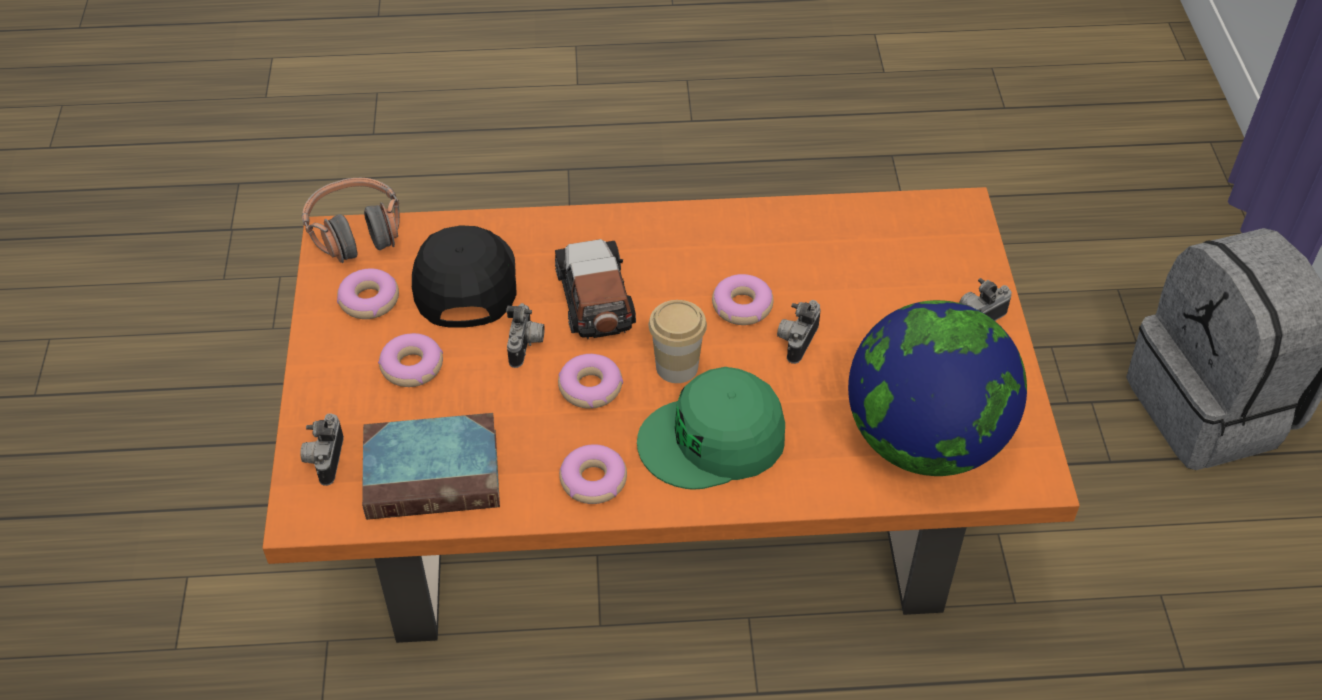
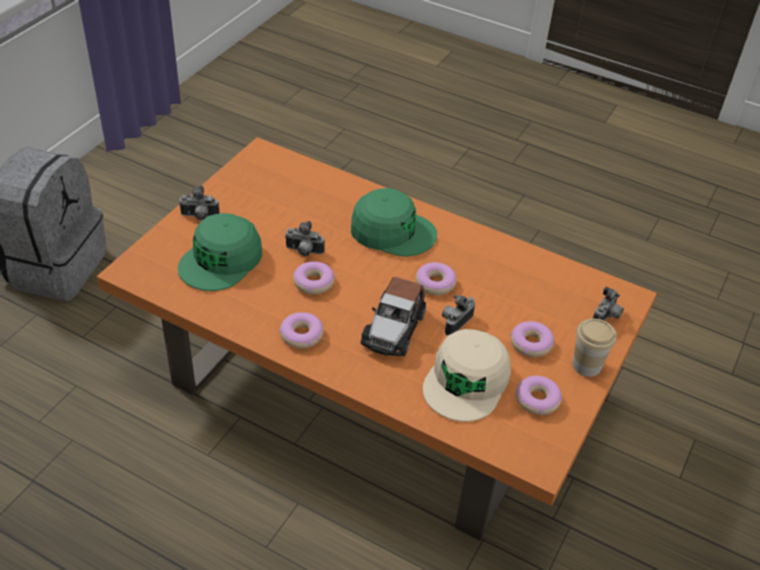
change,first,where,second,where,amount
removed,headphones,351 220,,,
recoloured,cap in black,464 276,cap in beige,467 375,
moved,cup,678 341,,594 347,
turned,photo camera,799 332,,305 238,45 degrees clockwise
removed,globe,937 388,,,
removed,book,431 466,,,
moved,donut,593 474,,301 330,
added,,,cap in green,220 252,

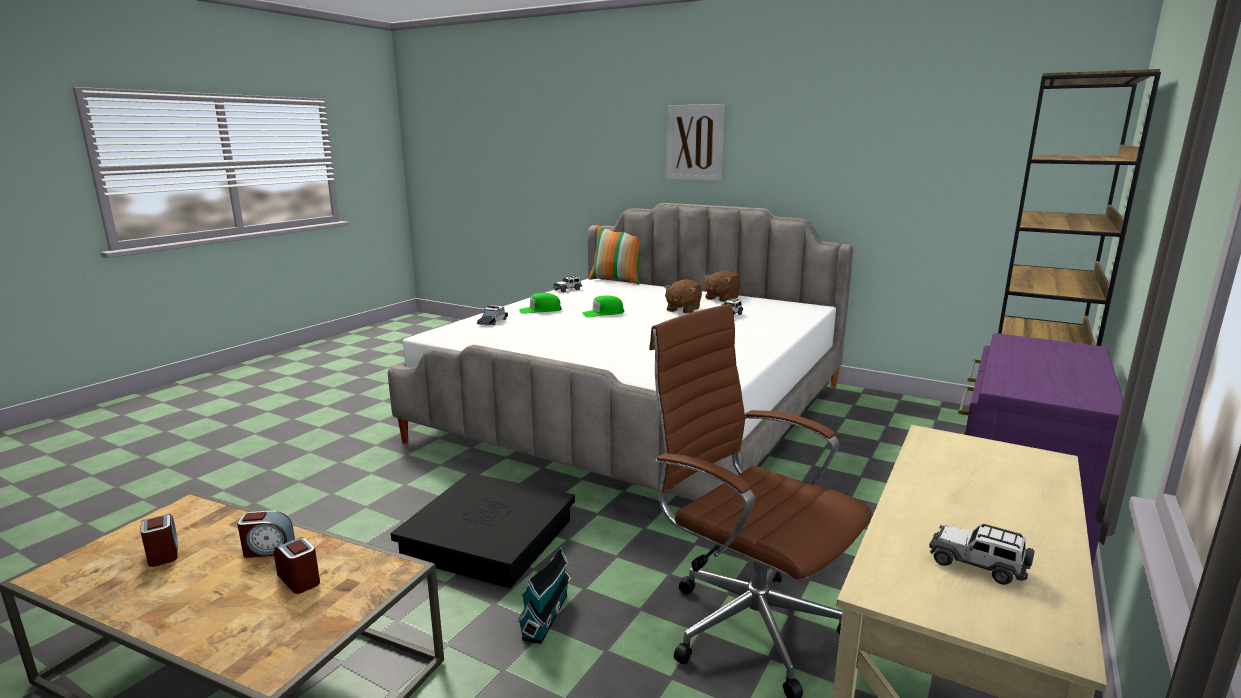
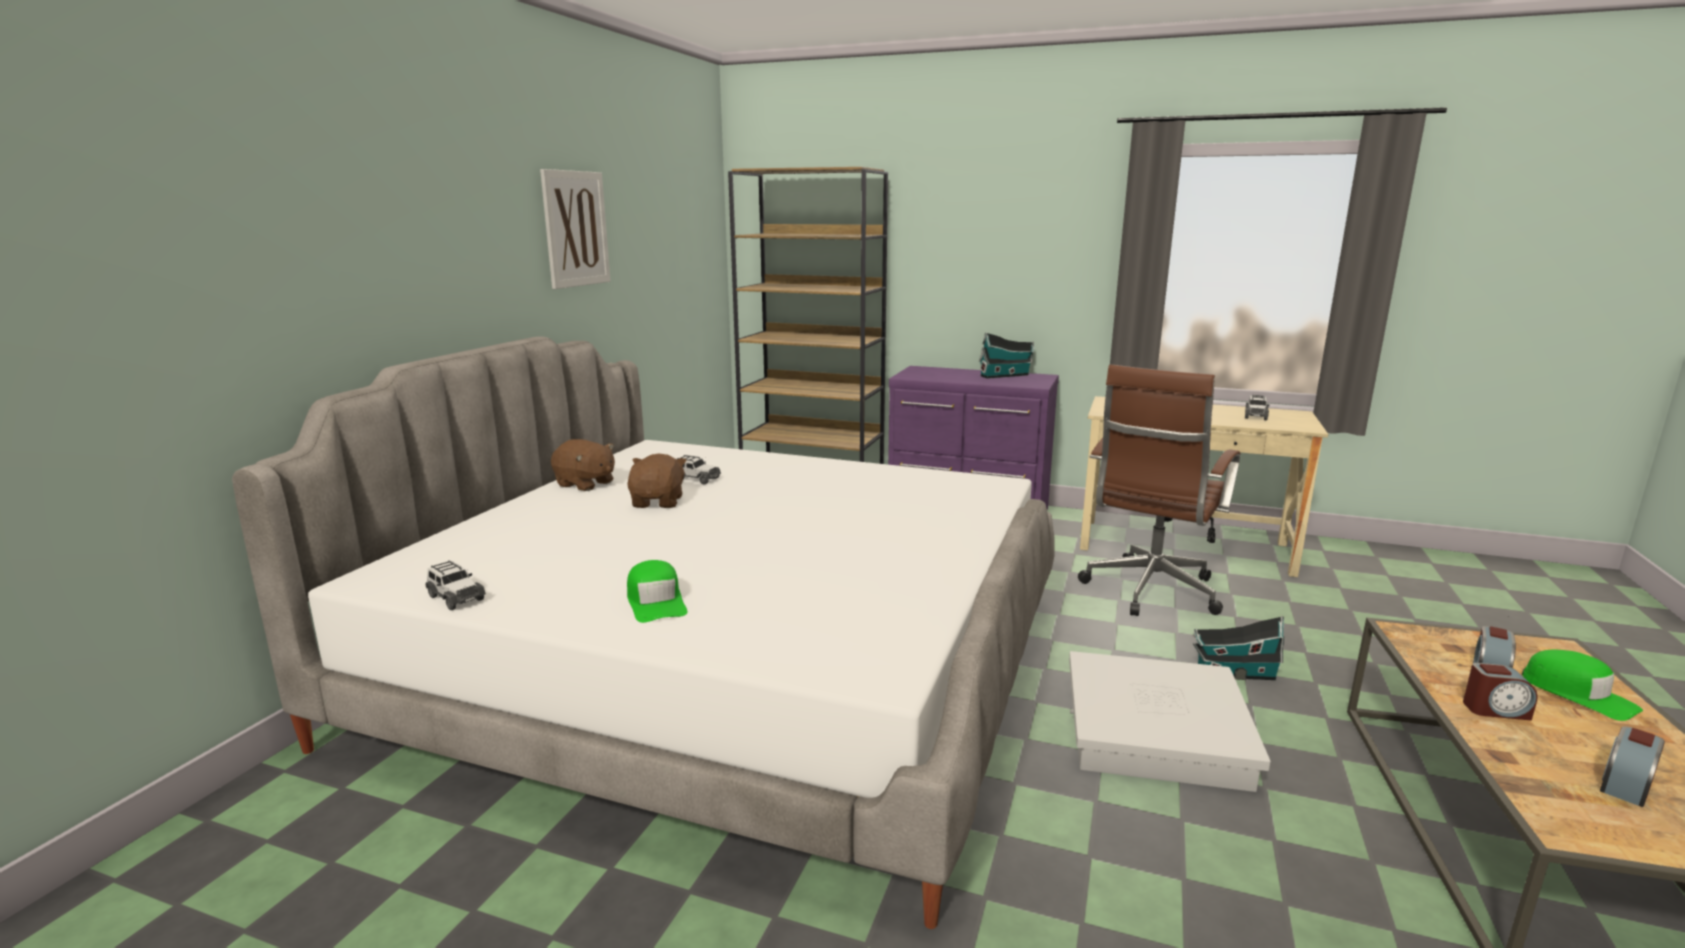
change,first,where,second,where,amount
moved,picture,695 142,,575 229,
removed,pillow,615 254,,,
turned,plush toy in brown,683 296,,657 481,105 degrees counterclockwise
moved,cap in green,603 306,,1582 685,
removed,toy car,492 315,,,
recoloured,storage box in black,483 530,storage box in white,1170 721,
turned,alarm clock,266 534,,1500 692,120 degrees clockwise
added,,,toy house,1006 355,

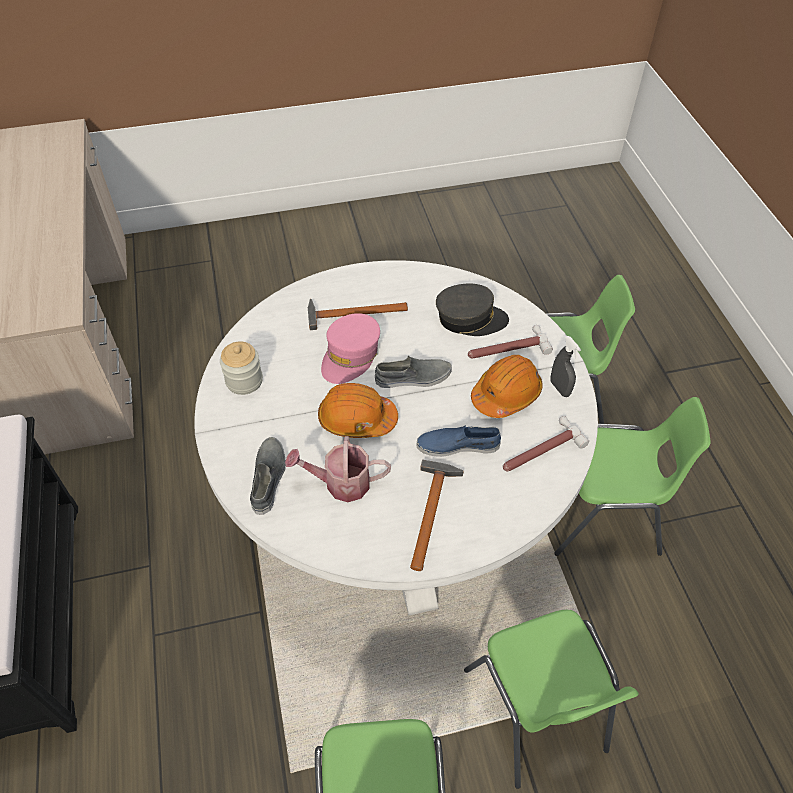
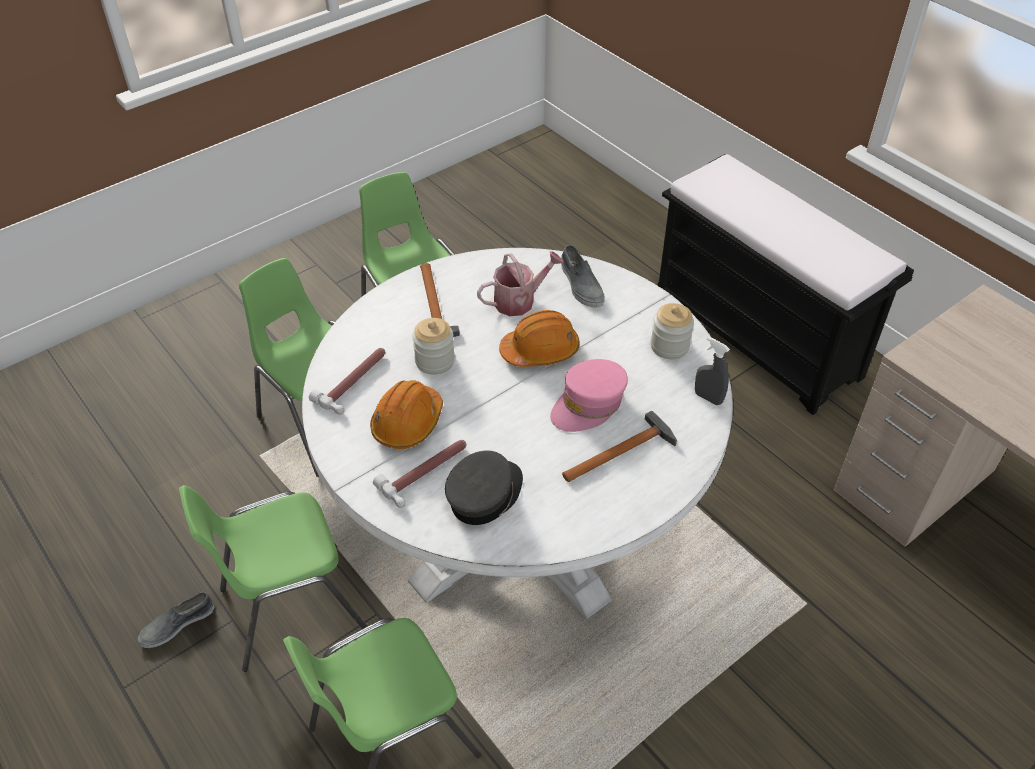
change,first,where,second,where,amount
turned,cap in grey,472 310,,484 488,150 degrees clockwise
turned,cap in pink,350 348,,589 395,135 degrees counterclockwise
moved,spray bottle in grey,566 366,,712 371,
moved,shoe in grey,413 372,,176 620,
replaced,shoe in blue,459 441,jar,433 346,

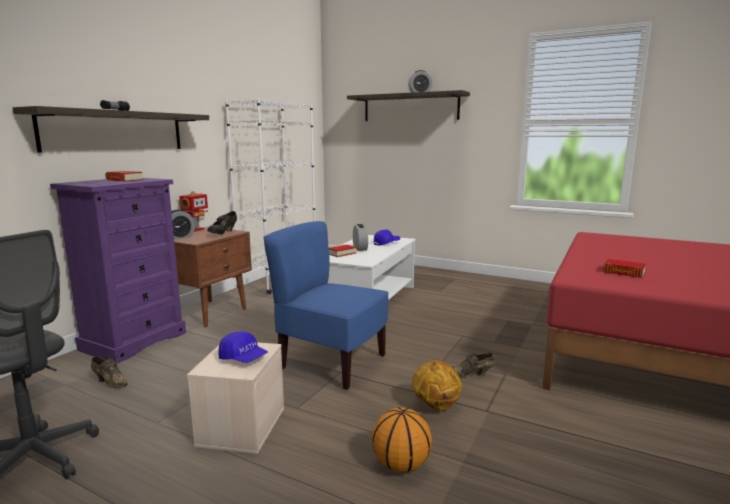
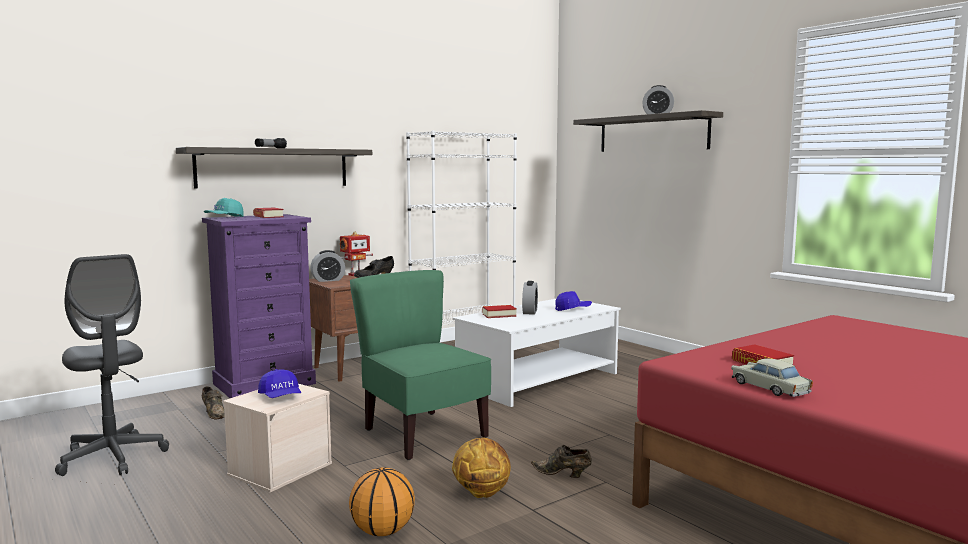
change,first,where,second,where,amount
recoloured,chair in blue,326 305,chair in green,420 365,
added,,,cap in turquoise,224 207,
added,,,toy car in beige,772 377,

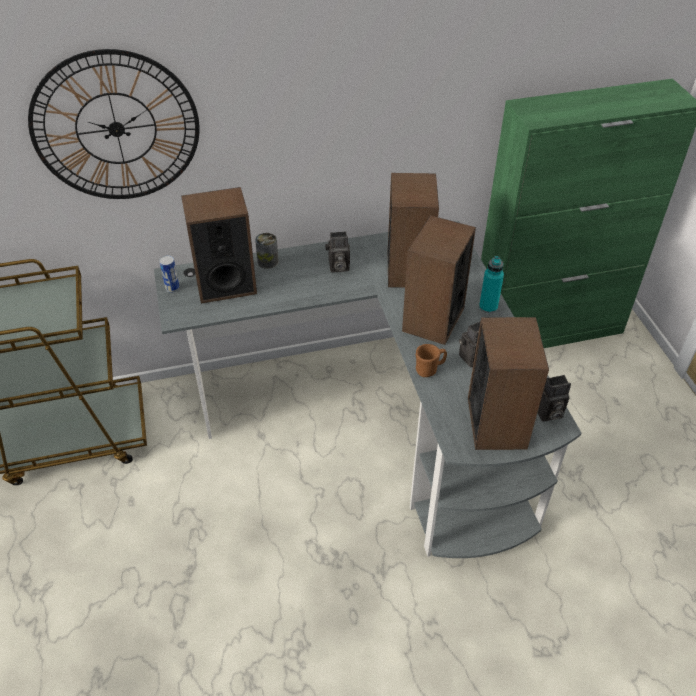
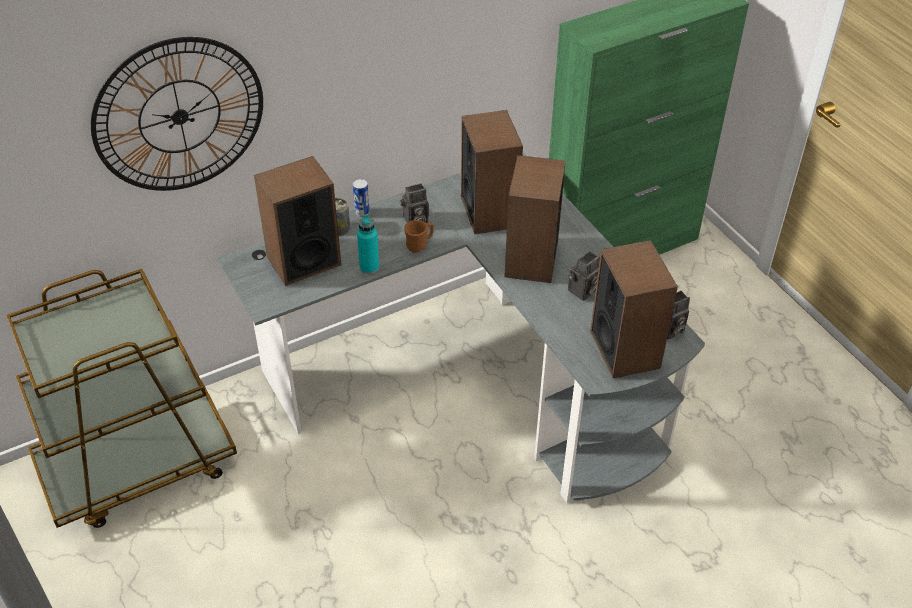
change,first,where,second,where,amount
moved,can,169 274,,361 198,
moved,bottle in turquoise,491 284,,368 244,
moved,mug in brown,431 360,,419 236,

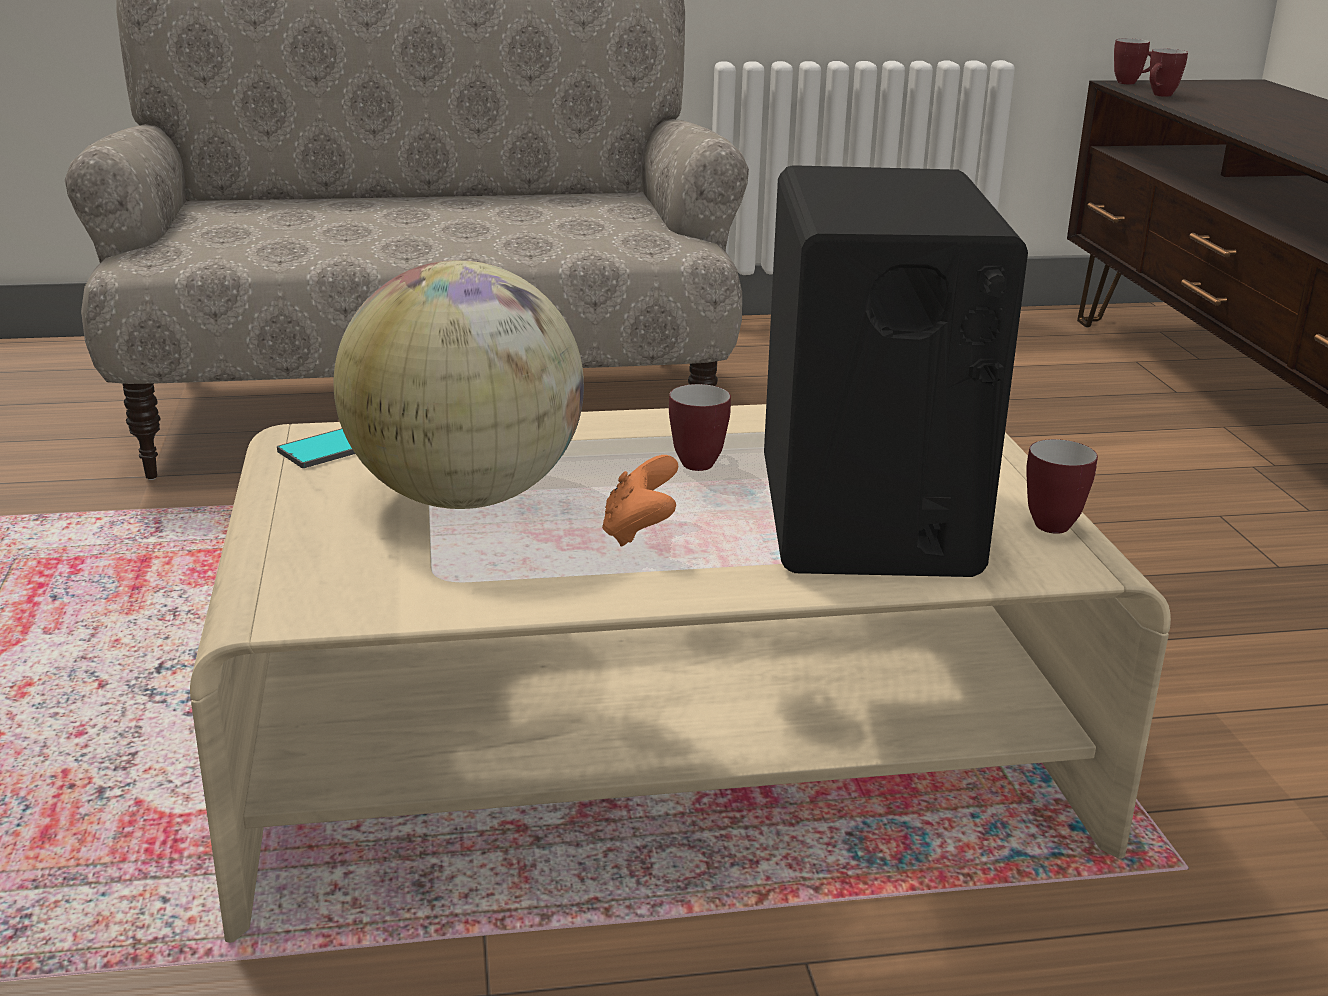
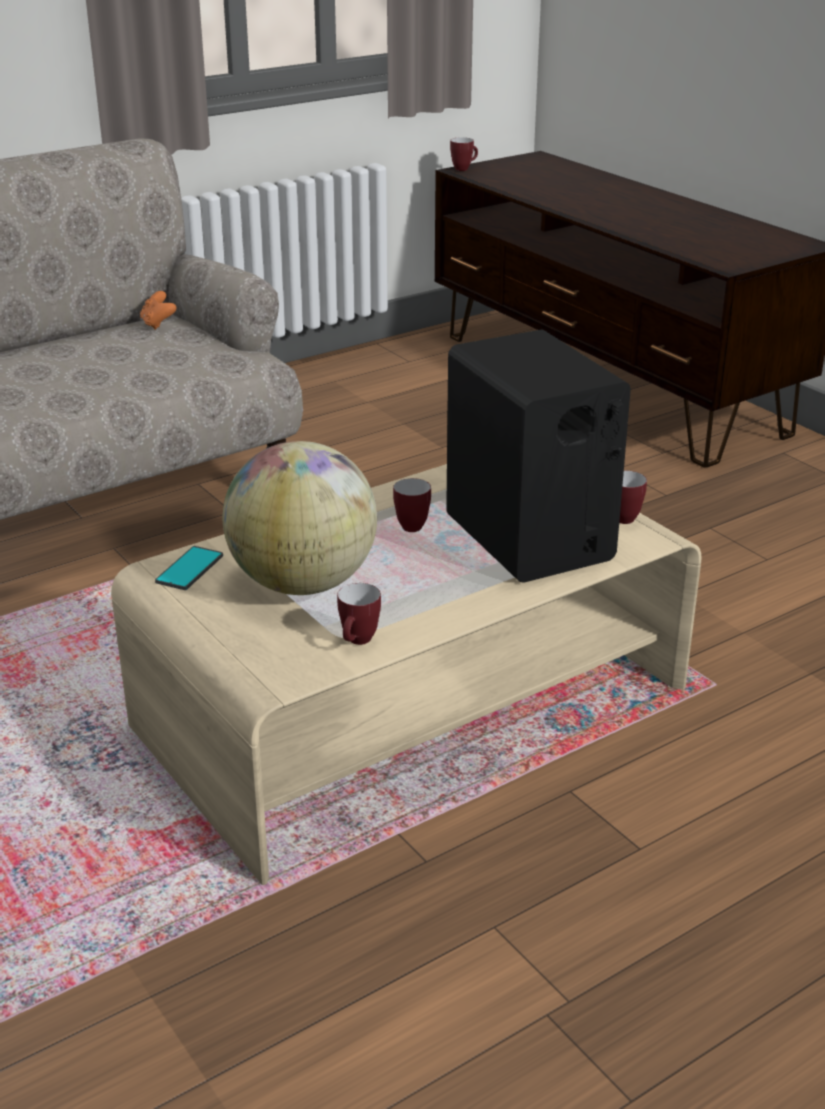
change,first,where,second,where,amount
moved,mug,1169 73,,359 614,
moved,game controller in orange,640 501,,158 310,

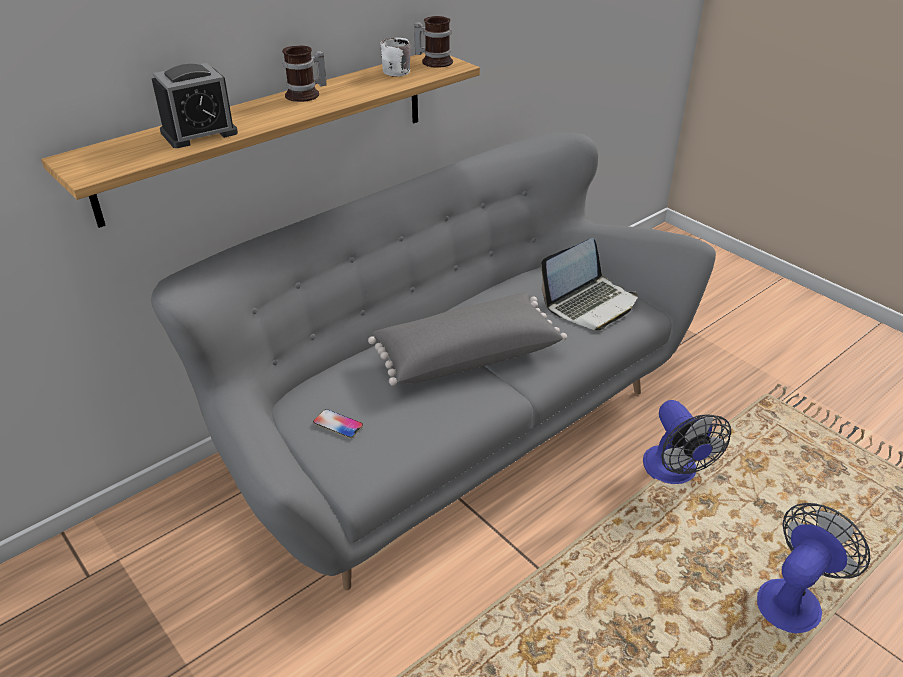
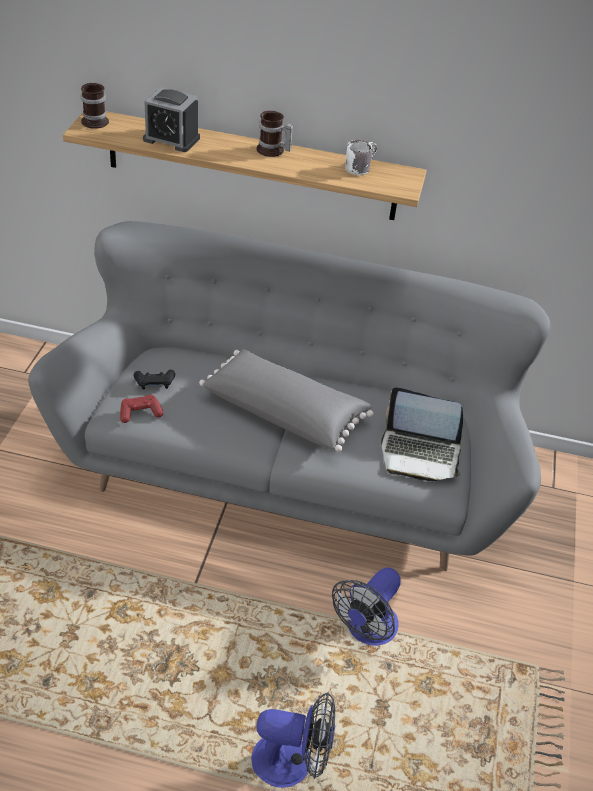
change,first,where,second,where,amount
moved,mug,433 42,,95 106,
replaced,phone,338 423,game controller in black,154 380,
added,,,game controller in red,141 409,

